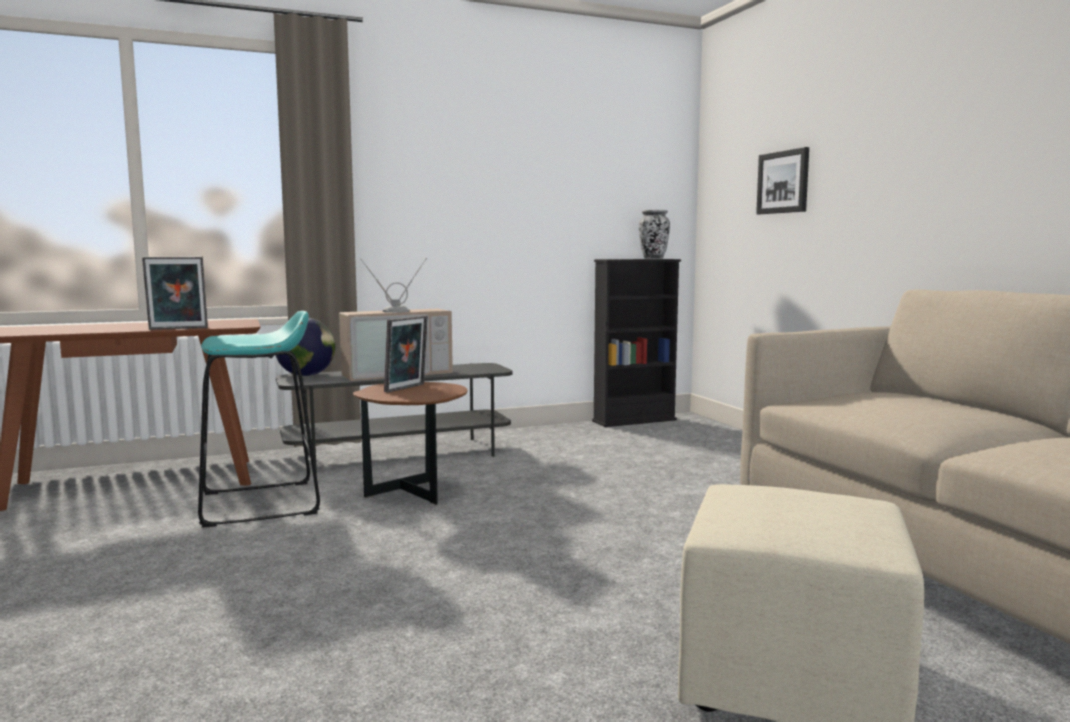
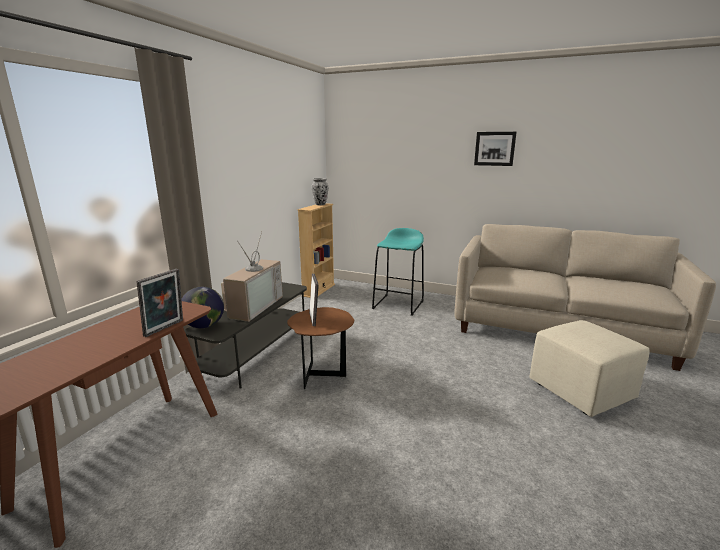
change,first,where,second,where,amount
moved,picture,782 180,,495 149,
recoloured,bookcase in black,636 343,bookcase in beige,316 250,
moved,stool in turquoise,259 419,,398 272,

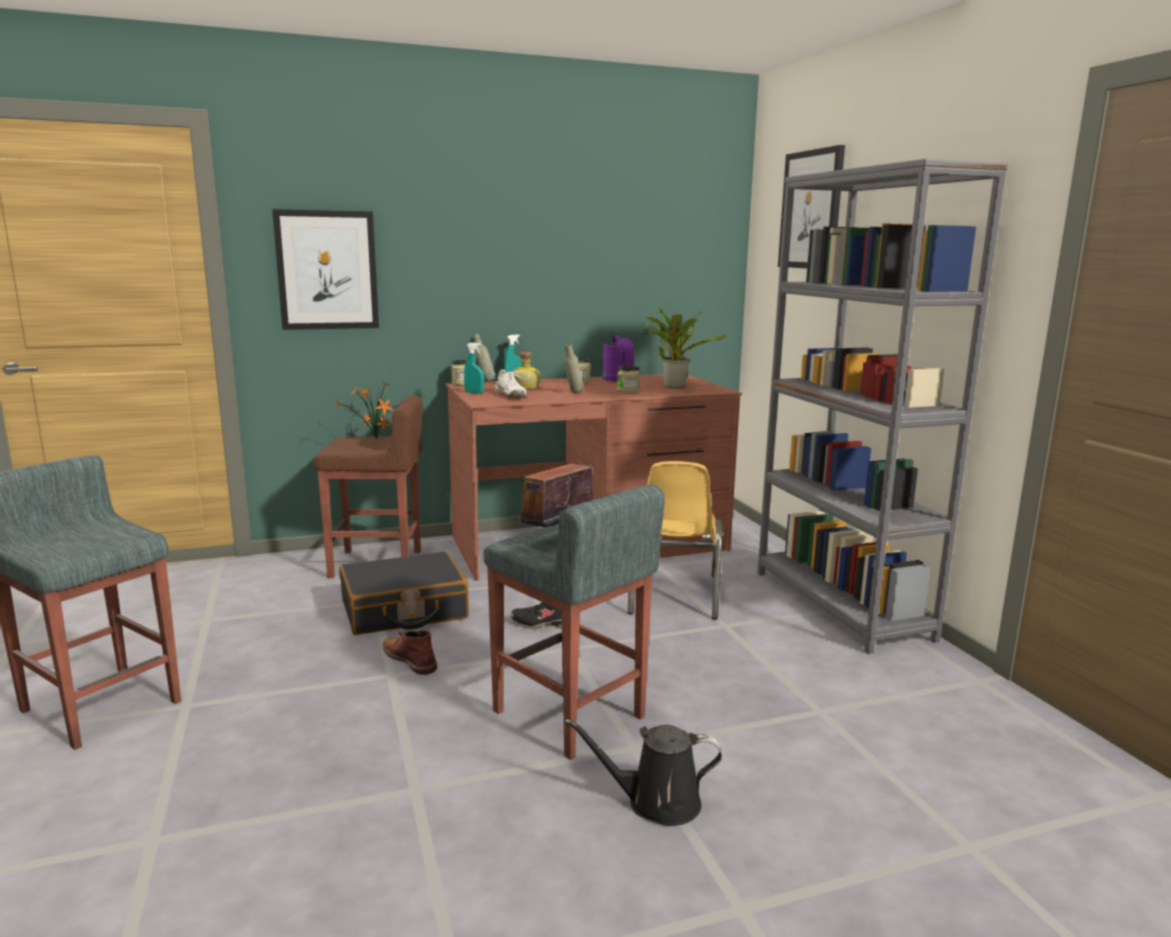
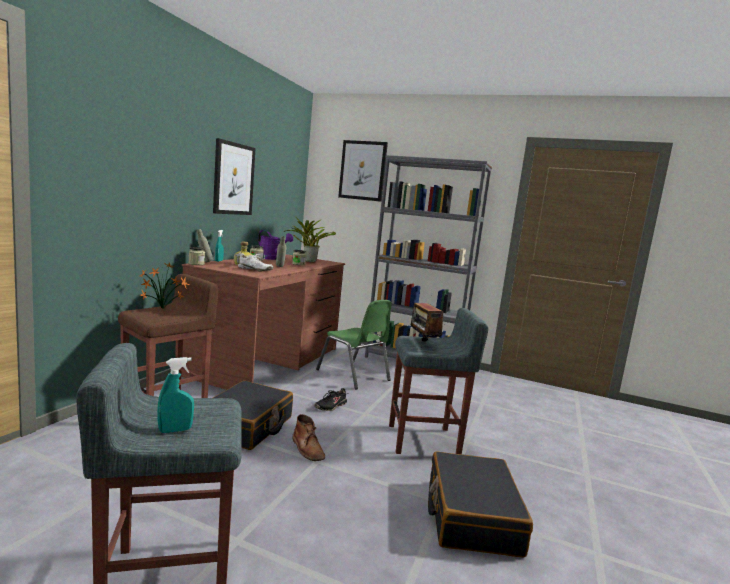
change,first,where,second,where,amount
moved,picture,325 269,,234 176,
moved,spray bottle in turquoise,474 368,,175 395,
recoloured,chair in yellow,675 540,chair in green,354 345,
turned,boot in brown,409 652,,308 437,120 degrees counterclockwise
removed,watering can in black,643 772,,,
added,,,suitcase in black,480 504,

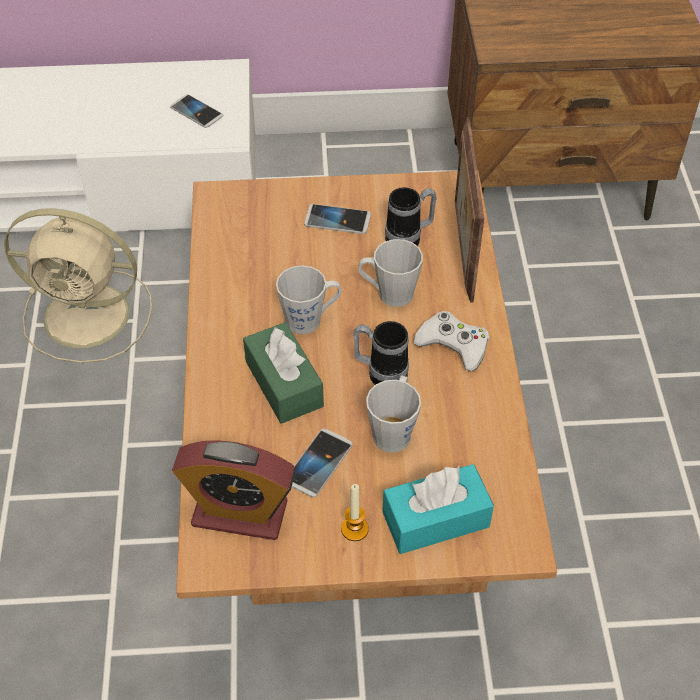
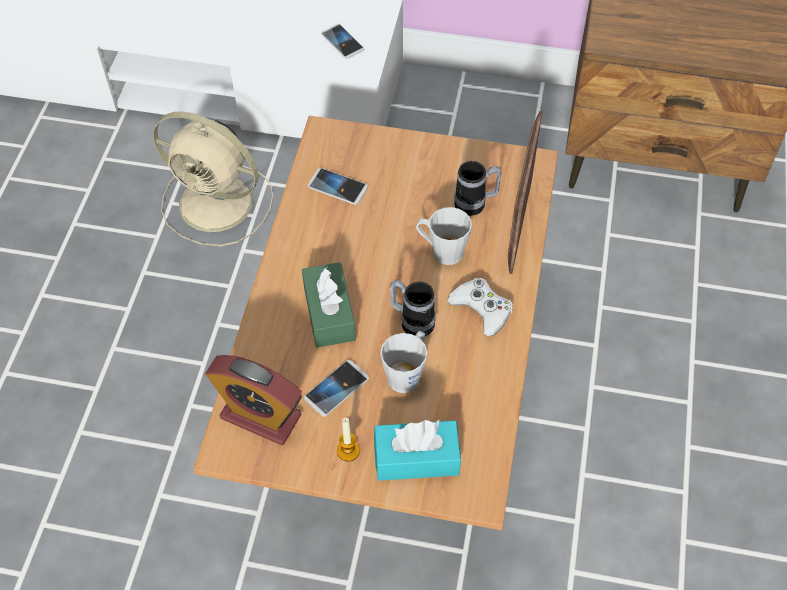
change,first,where,second,where,amount
moved,phone,337 219,,338 186,
removed,mug in grey,309 299,,,

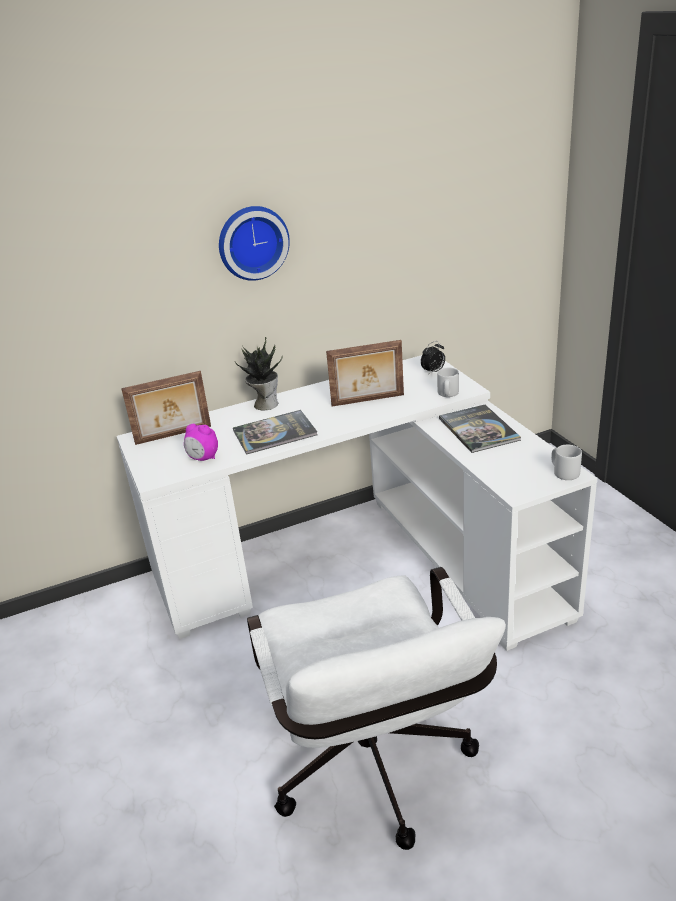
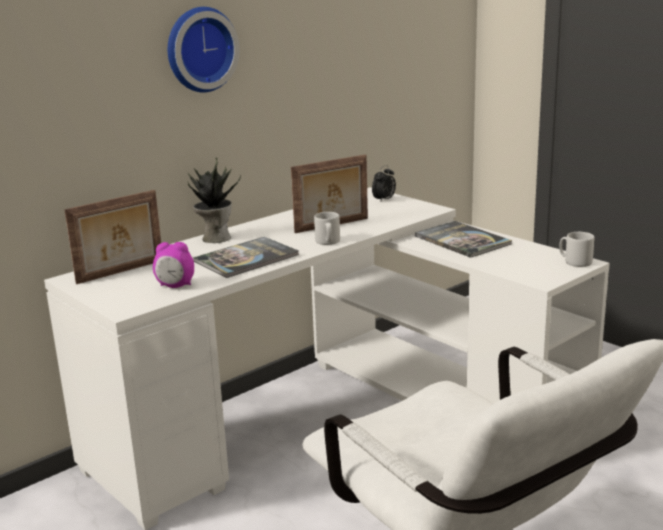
change,first,where,second,where,amount
moved,mug in grey,448 382,,327 228,

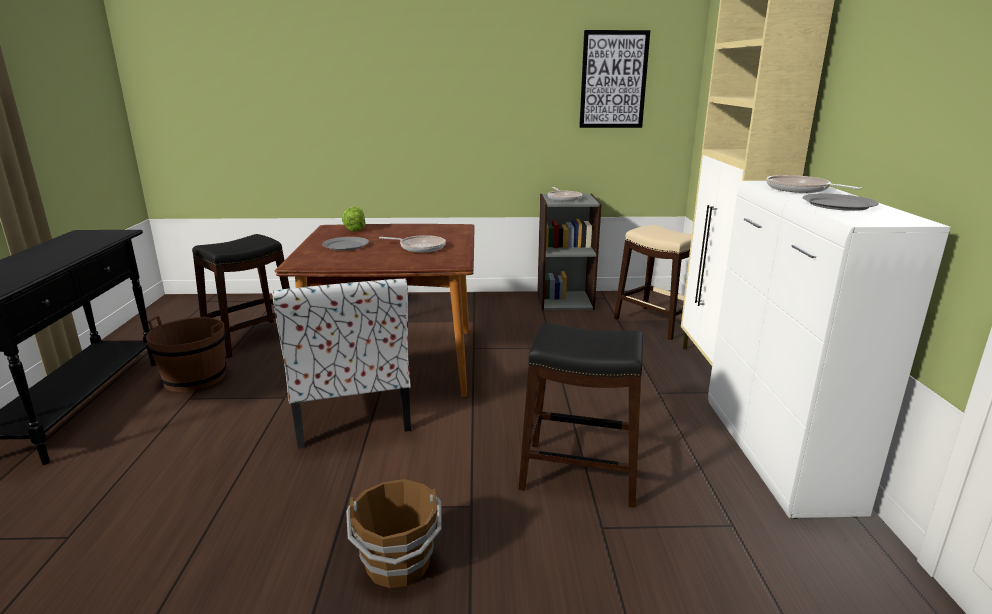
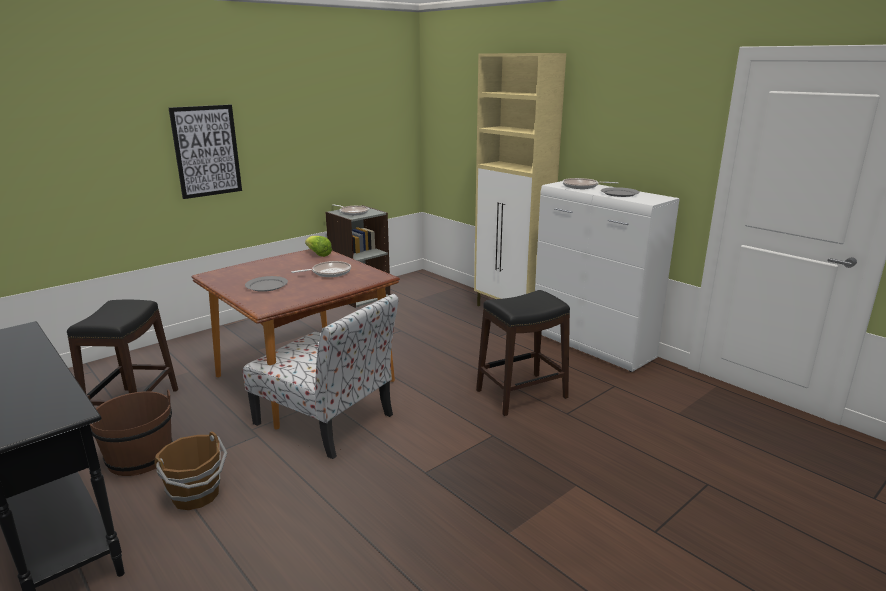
change,first,where,second,where,amount
moved,picture,614 79,,205 152,
moved,lettuce,354 219,,318 246,
removed,stool in beige,653 282,,,
moved,bucket in brown,394 533,,190 470,

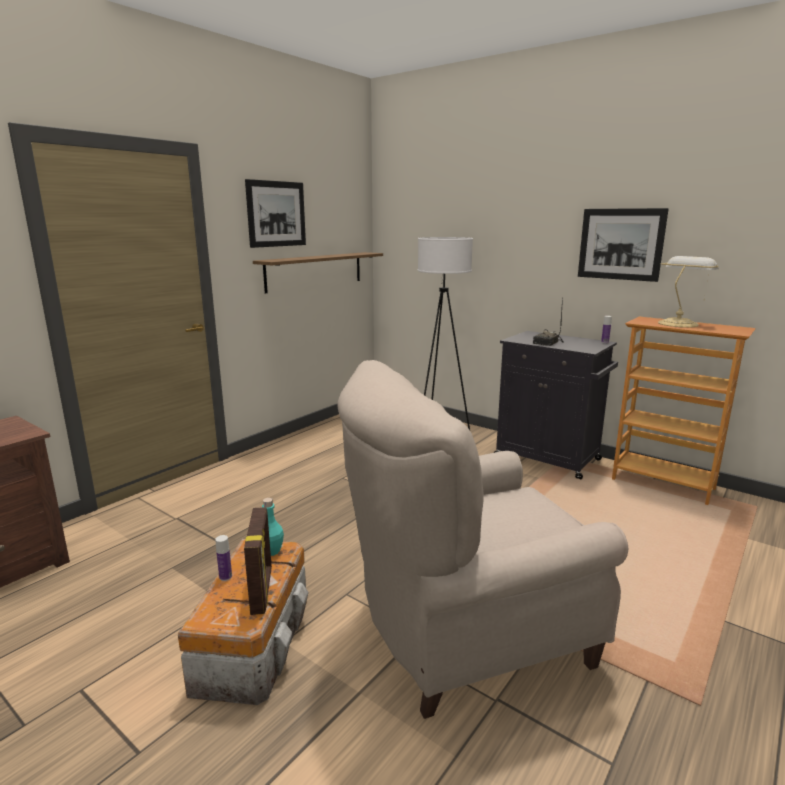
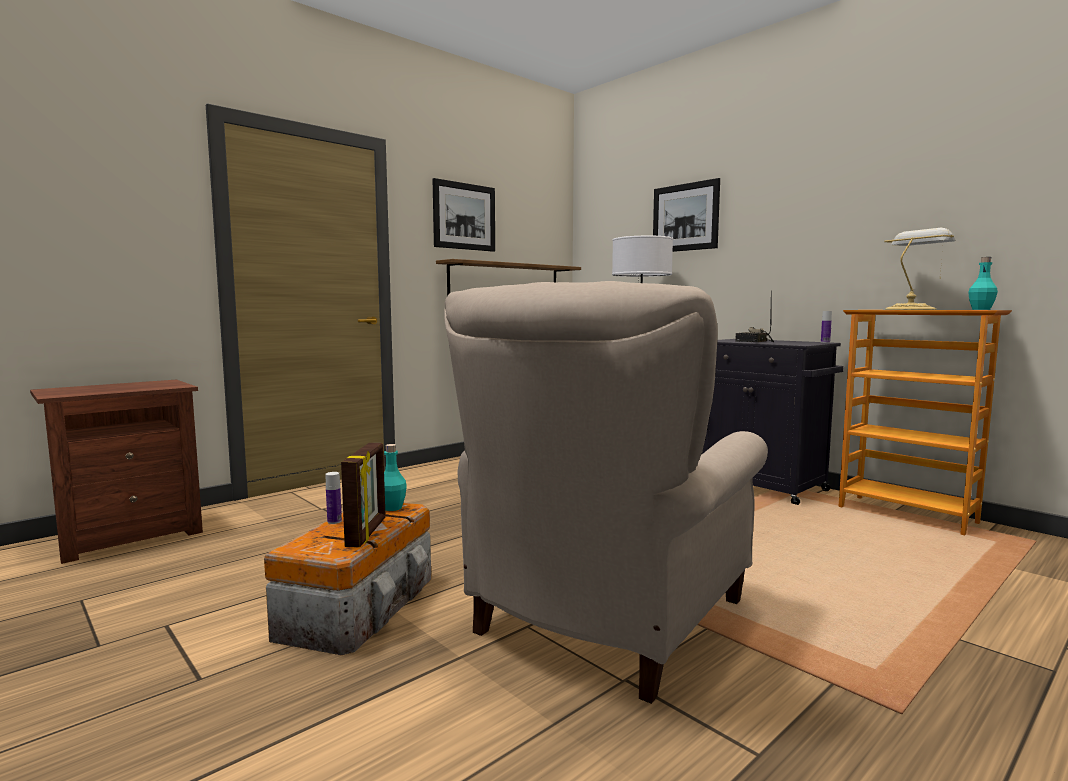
change,first,where,second,where,amount
moved,picture,623 245,,686 215,
turned,armchair in beige,483 539,,606 492,45 degrees counterclockwise
added,,,bottle in turquoise,983 283,

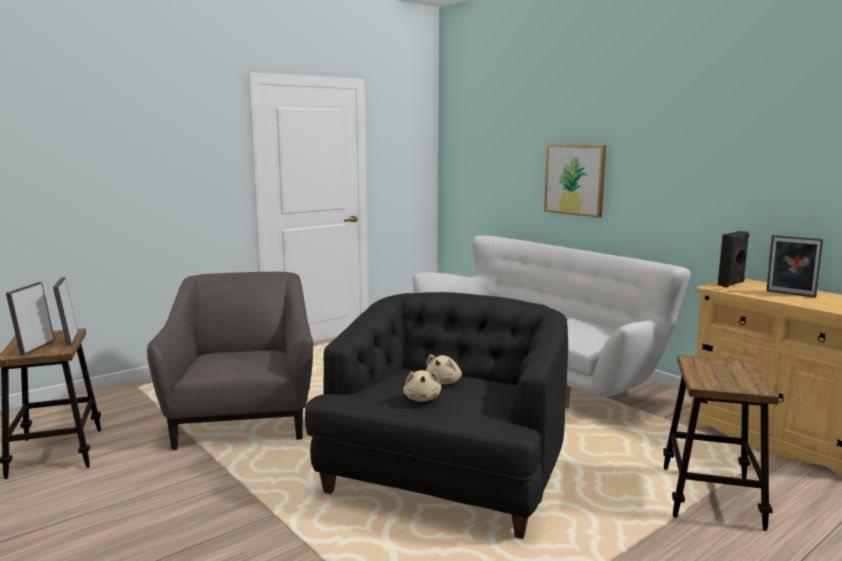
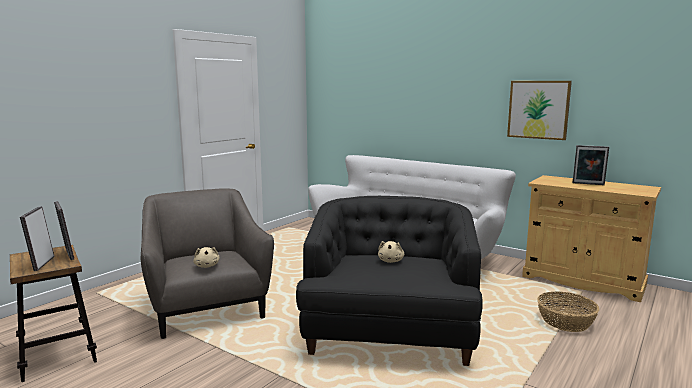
change,first,where,second,where,amount
moved,picture,575 181,,539 110,
removed,speaker in black,734 259,,,
replaced,stool,721 443,basket,568 311,
moved,plush toy in beige,422 386,,206 257,

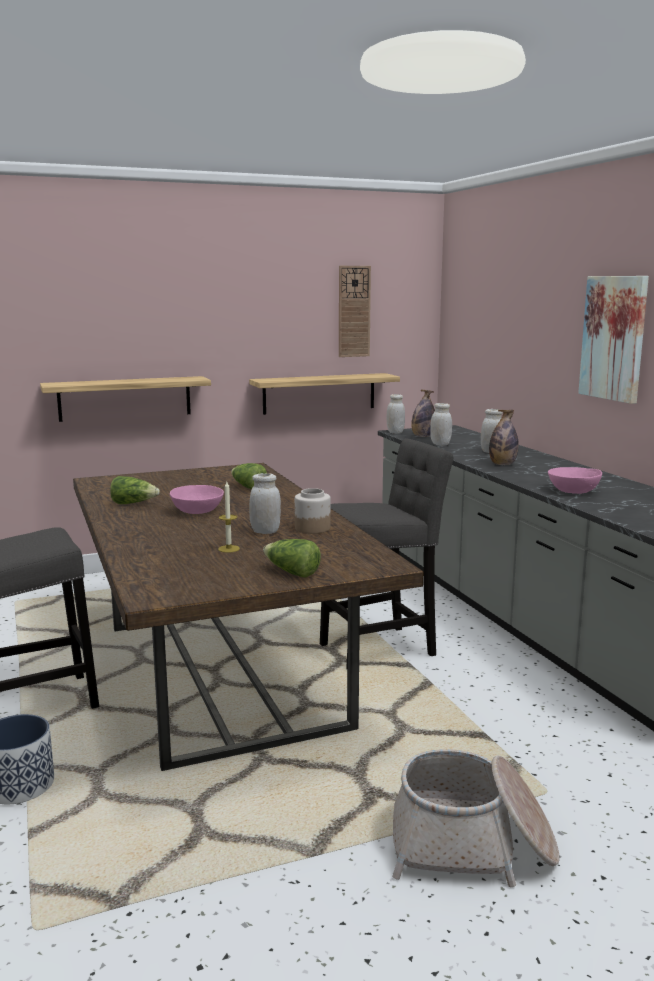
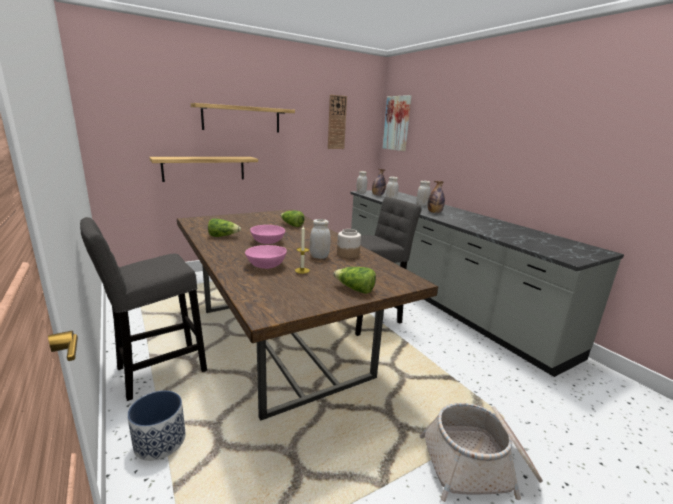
change,first,where,second,where,amount
moved,picture,613 340,,397 123,
moved,shelf,324 394,,243 118,
moved,bowl in pink,575 480,,266 257,

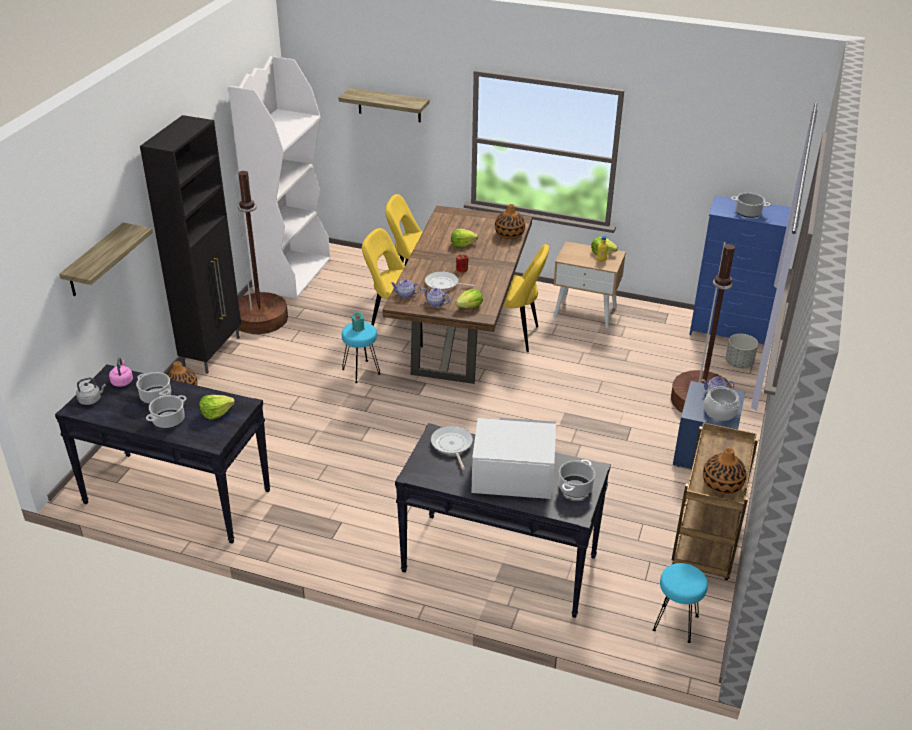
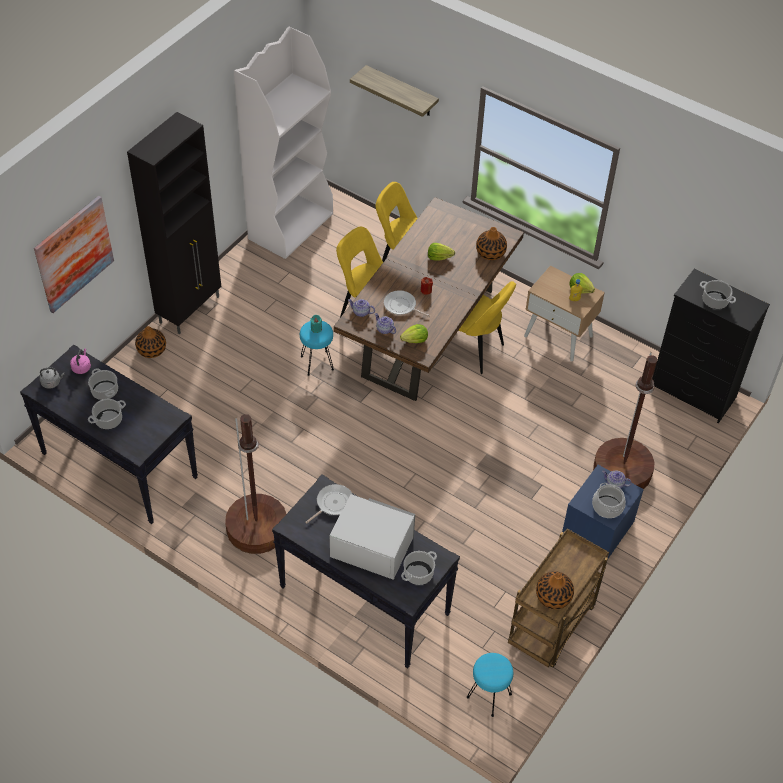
change,first,where,second,where,amount
moved,floor lamp in brown,261 252,,255 484,
recoloured,dresser in blue,739 269,dresser in black,711 346,
replaced,shelf,106 259,picture,74 254,
removed,planter in grey,742 351,,,
removed,lettuce,217 407,,,
turned,frying pan,452 448,,329 504,45 degrees clockwise

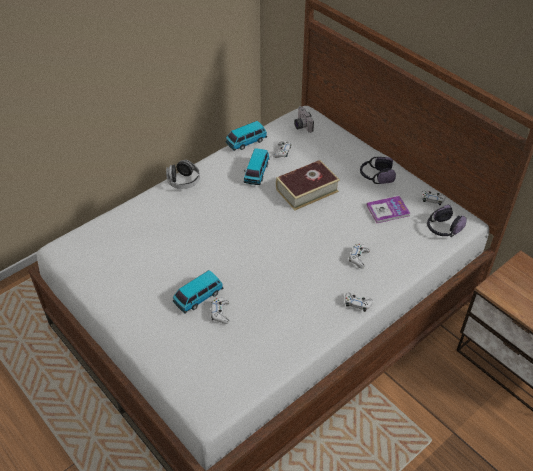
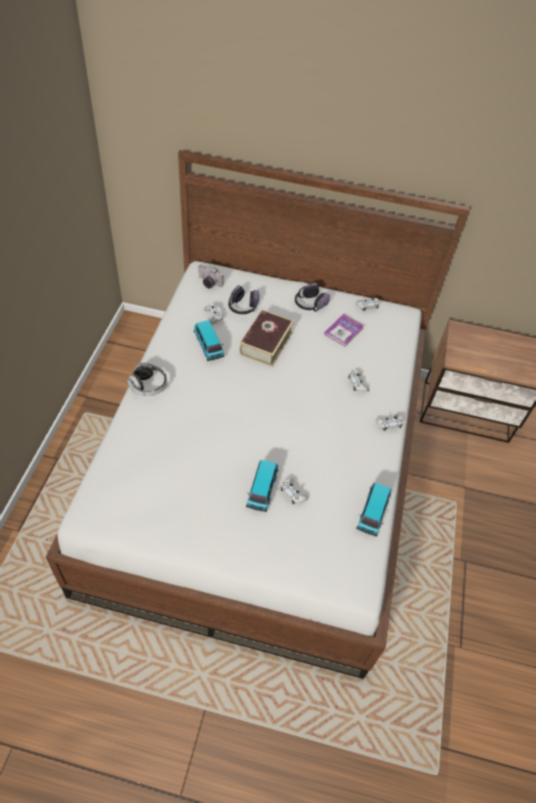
change,first,where,second,where,amount
moved,toy car,246 136,,373 510,
moved,headphones,447 221,,243 299,

